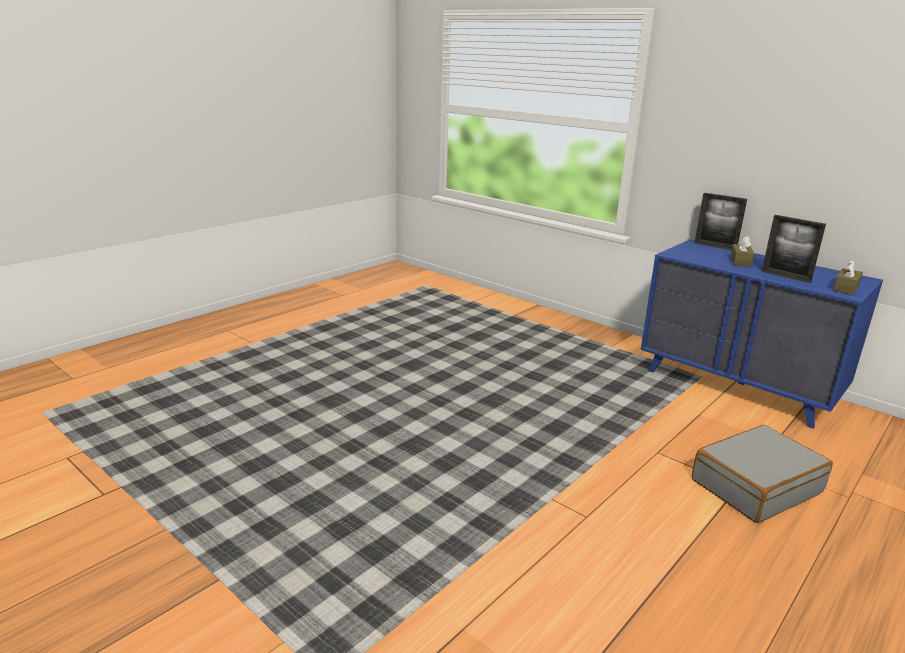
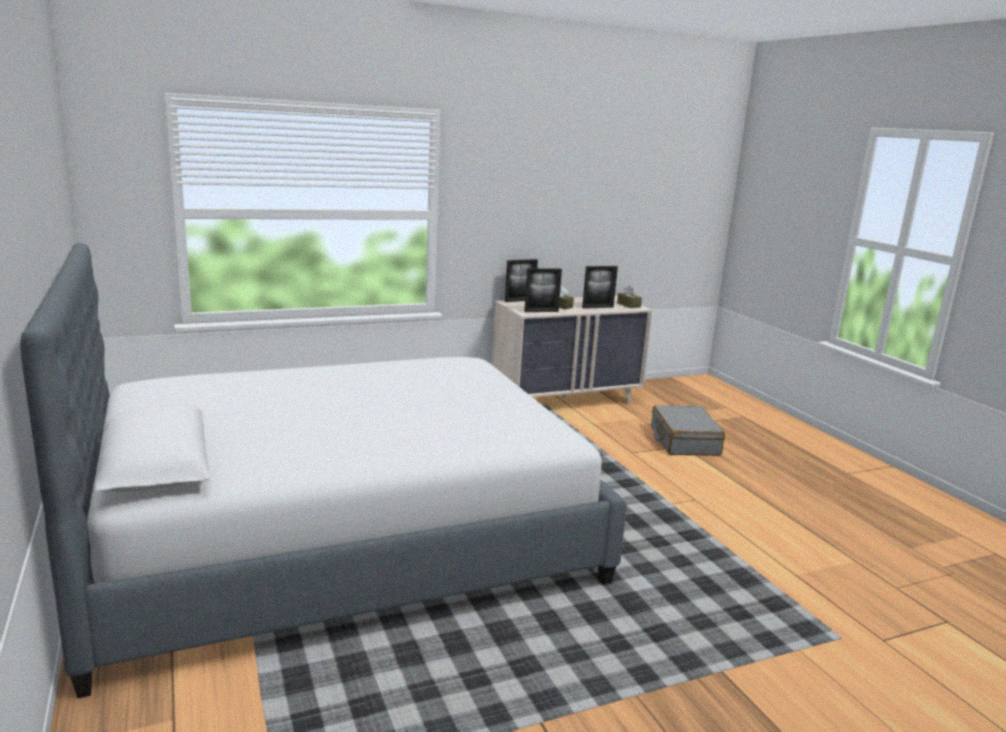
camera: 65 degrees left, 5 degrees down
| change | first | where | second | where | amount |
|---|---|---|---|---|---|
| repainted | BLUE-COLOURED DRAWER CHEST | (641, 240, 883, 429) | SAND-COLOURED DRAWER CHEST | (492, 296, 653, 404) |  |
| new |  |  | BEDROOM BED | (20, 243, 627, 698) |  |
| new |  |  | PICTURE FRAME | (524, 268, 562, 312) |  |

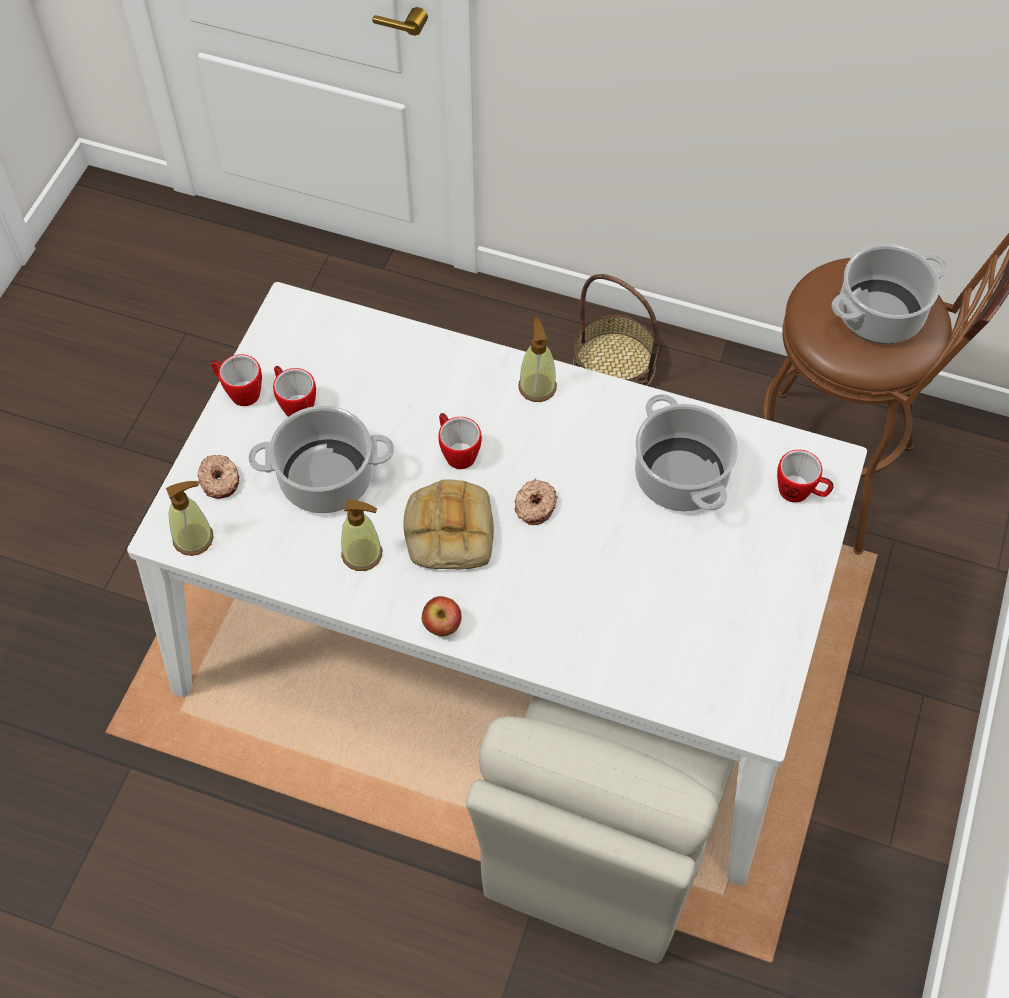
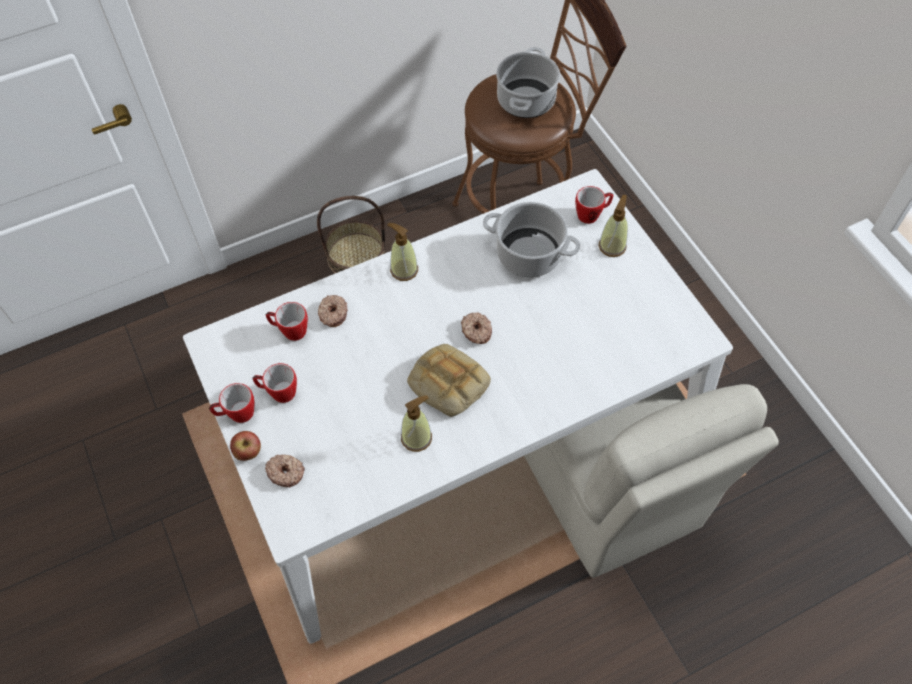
camera: 45 degrees left, 0 degrees up
| change | first | where | second | where | amount |
|---|---|---|---|---|---|
| shifted | SOAP DISPENSER | (166, 481, 214, 556) |  | (599, 195, 628, 257) |  |
| gone | COOKING POT | (248, 406, 394, 513) |  |  |  |
| shifted | APPLE | (422, 596, 462, 637) |  | (230, 431, 261, 461) |  |
| shifted | TEA MUG | (438, 413, 482, 469) |  | (266, 302, 308, 341) |  |
| new |  |  | RING DOUGHNUT | (318, 295, 348, 327) |  |

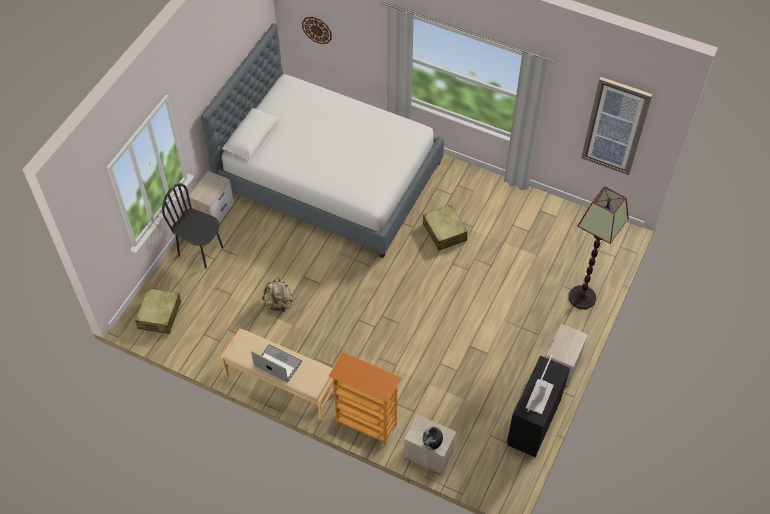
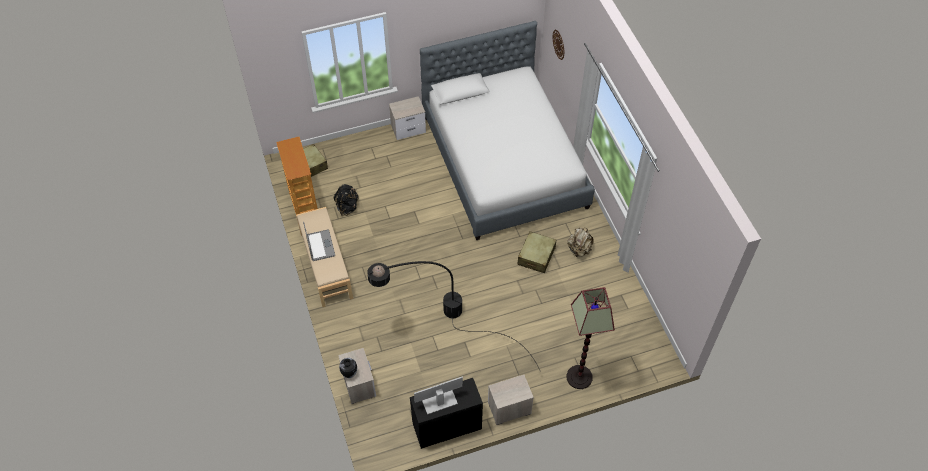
camera: 45 degrees right, 0 degrees up
| change | first | where | second | where | amount |
|---|---|---|---|---|---|
| gone | BLACKISH CHAIR | (162, 183, 223, 269) |  |  |  |
| shifted | SAND-COLOURED BACKPACK | (262, 278, 293, 312) |  | (567, 228, 594, 257) |  |
| shifted | BOOKSHELF | (329, 352, 402, 446) |  | (276, 137, 318, 215) |  |
| gone | WALL ART | (581, 77, 653, 175) |  |  |  |
| new |  |  | BLACKISH BACKPACK | (334, 184, 359, 216) |  |
| new |  |  | BLACKISH STANDING LAMP | (367, 261, 541, 372) |  |

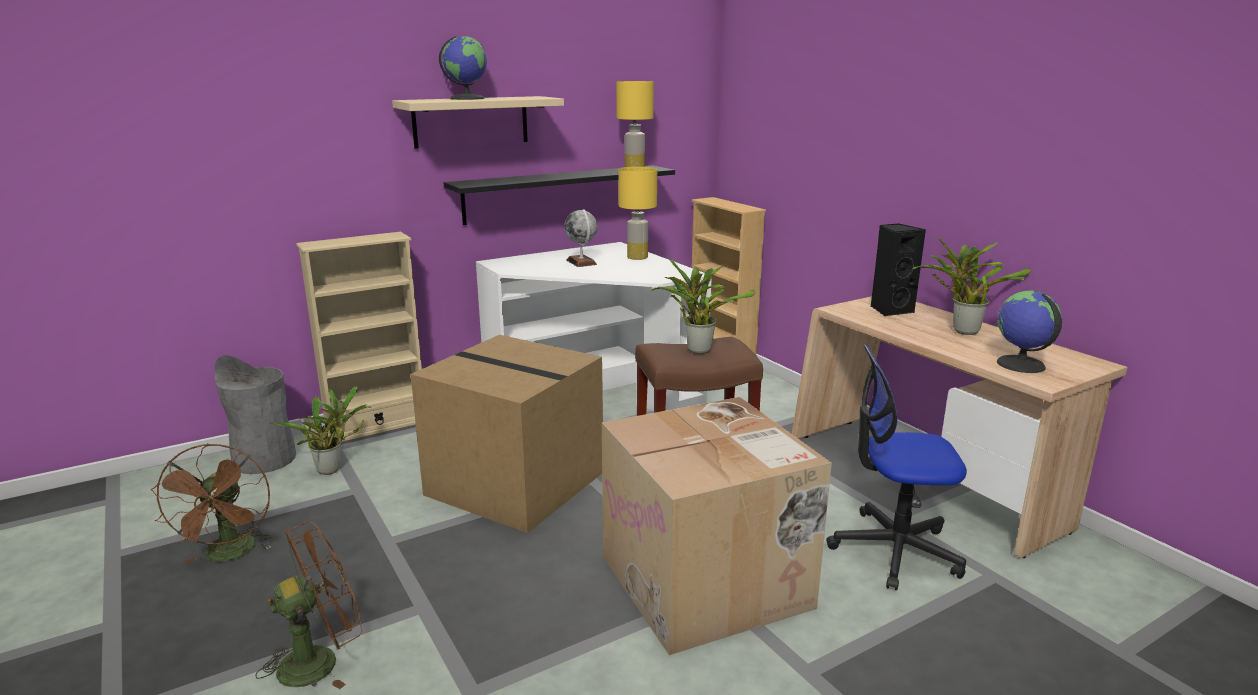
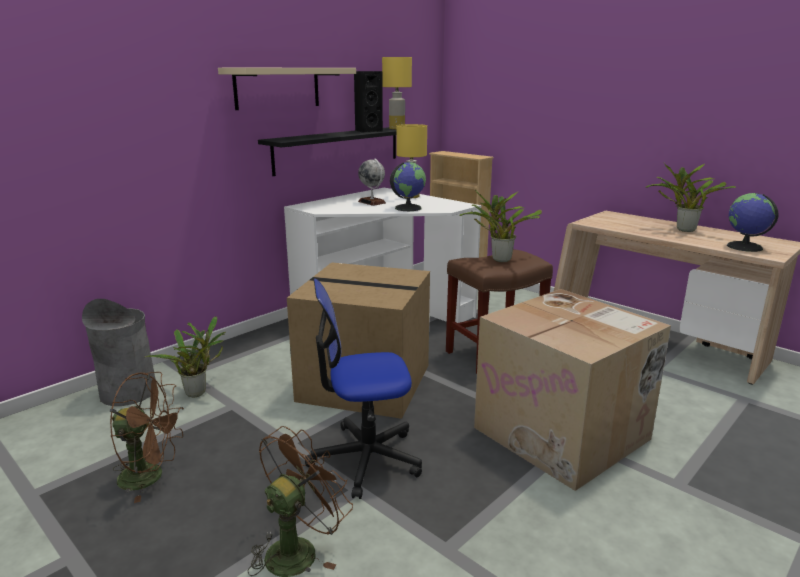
camera: 15 degrees left, 0 degrees up
| change | first | where | second | where | amount |
|---|---|---|---|---|---|
| rotated | BROWNISH COOLING FAN | (151, 443, 272, 564) |  | (110, 372, 184, 503) | 60 degrees counterclockwise |
| gone | SAND-COLOURED BOOKSHELF | (296, 232, 422, 441) |  |  |  |
| shifted | DESK GLOBE | (439, 36, 487, 100) |  | (390, 162, 426, 211) |  |
| shifted | DESK CHAIR | (826, 344, 967, 590) |  | (305, 279, 422, 499) |  |
| shifted | BLACKISH LOUDSPEAKER | (871, 223, 926, 317) |  | (354, 71, 383, 133) |  |

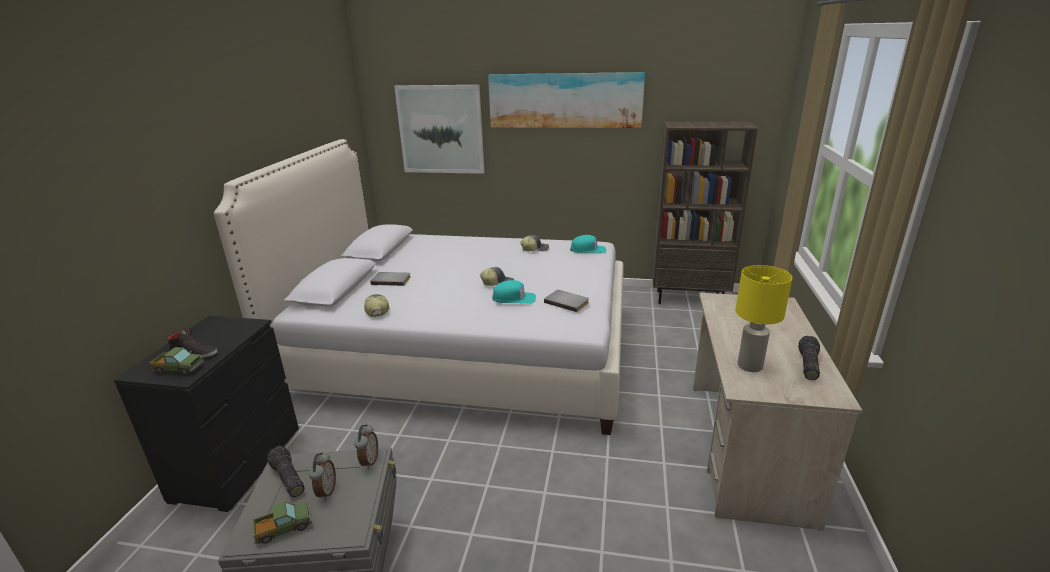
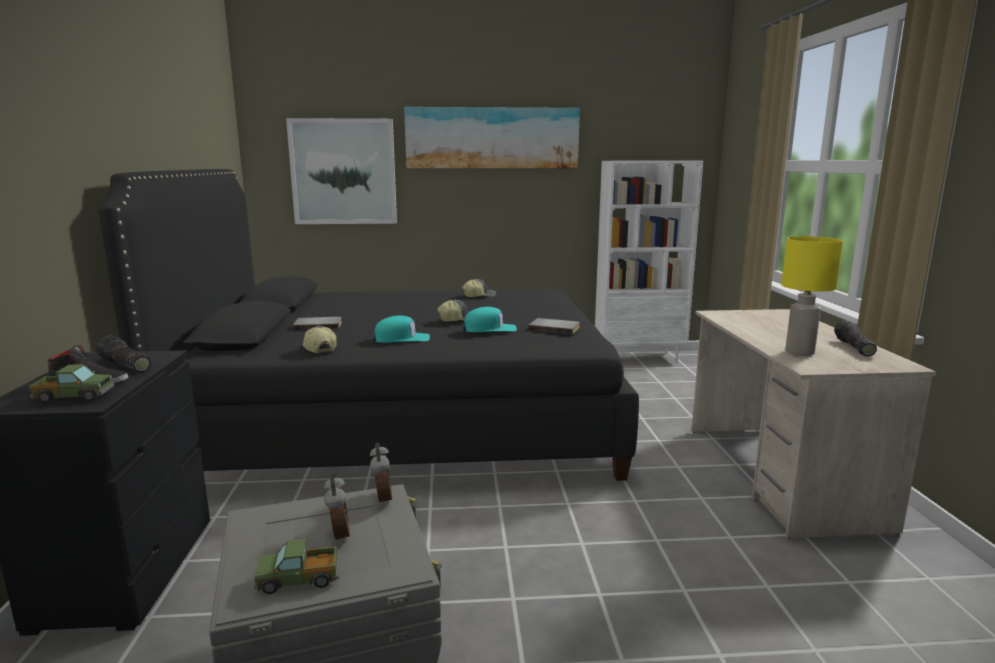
camera: 15 degrees left, 10 degrees down
| change | first | where | second | where | amount |
|---|---|---|---|---|---|
| repainted | WHITISH BEDROOM BED | (214, 139, 624, 435) | BLACKISH BEDROOM BED | (99, 169, 639, 481) |  |
| rotated | TOY TRUCK | (253, 501, 312, 544) |  | (254, 539, 340, 594) | 150 degrees counterclockwise |
| shifted | HAND TORCH | (267, 446, 305, 497) |  | (95, 336, 151, 372) |  |
| shifted | BLUE-GREEN PEAKED CAP | (570, 235, 606, 253) |  | (374, 315, 430, 343) |  |
| repainted | BROWNISH BOOKSHELF | (652, 121, 758, 304) | WHITISH BOOKSHELF | (595, 161, 703, 364) |  |

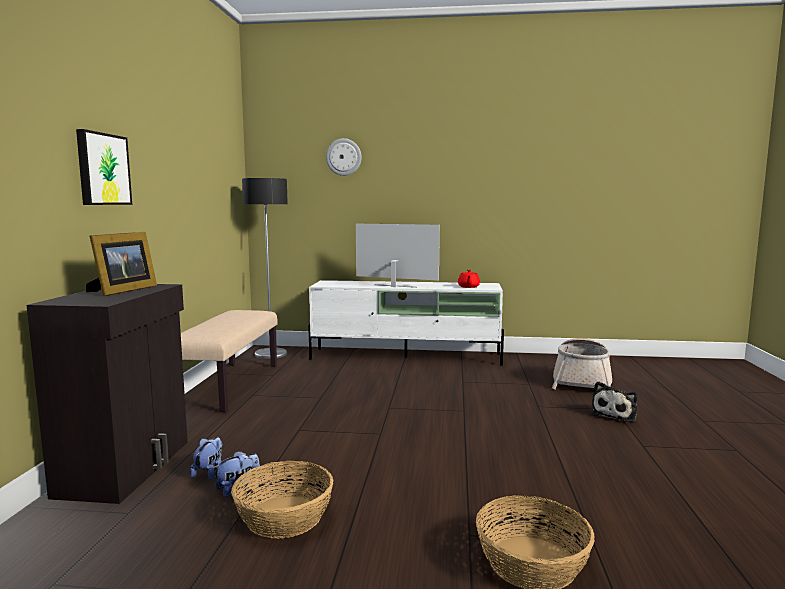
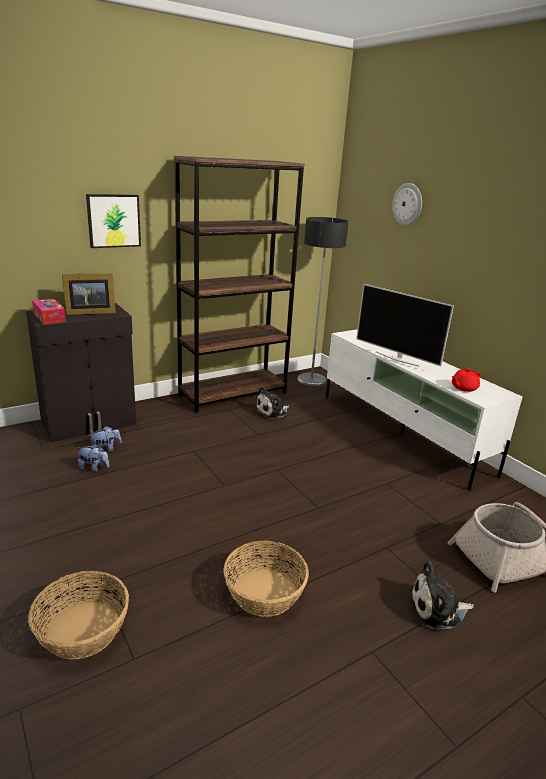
camera: 50 degrees right, 15 degrees up
| change | first | where | second | where | amount |
|---|---|---|---|---|---|
| swapped | SAND-COLOURED BENCH | (181, 310, 278, 413) | BROWNISH BOOKSHELF | (174, 156, 305, 413) |  |
| shifted | STORAGE BASKET | (231, 461, 334, 539) |  | (224, 541, 309, 617) |  |
| rotated | TELEVISION | (356, 223, 440, 288) |  | (356, 284, 454, 367) | 150 degrees clockwise |
| new |  |  | TISSUE HOLDER | (32, 298, 66, 324) |  |
| new |  |  | SOFT TOY | (254, 386, 289, 419) |  |

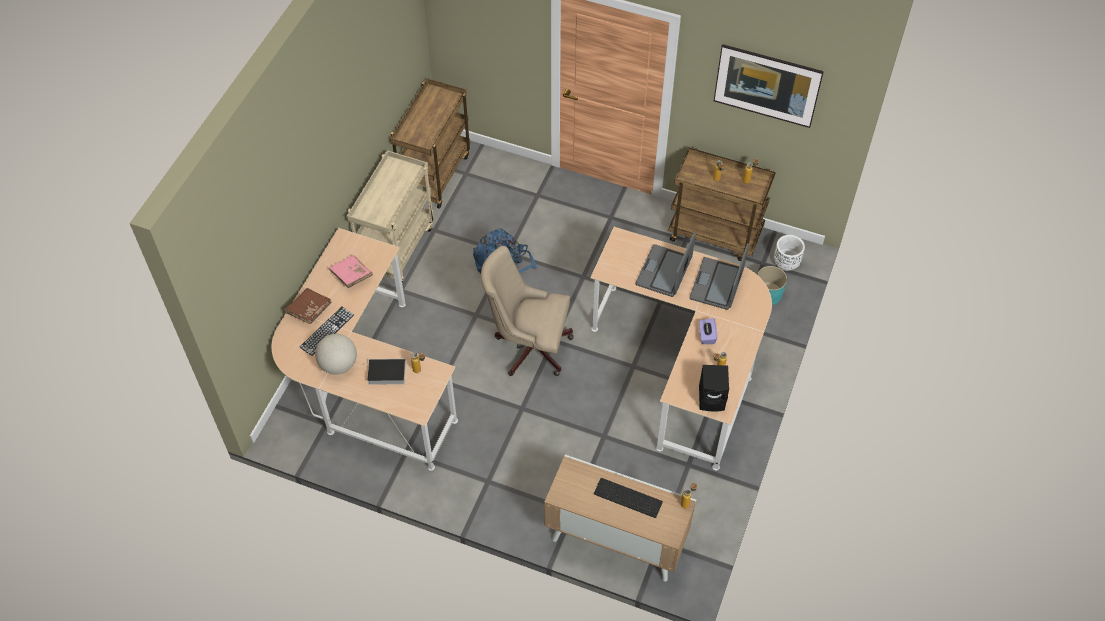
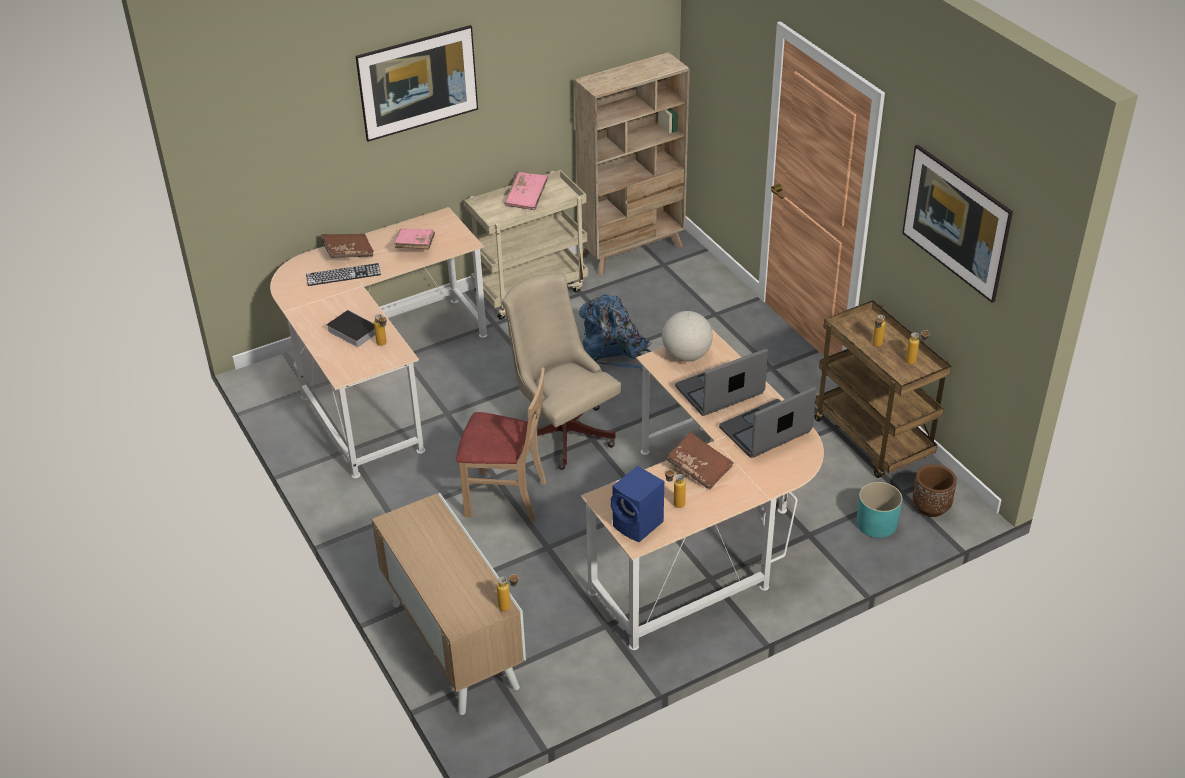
camera: 40 degrees right, 15 degrees down
| change | first | where | second | where | amount |
|---|---|---|---|---|---|
| shifted | DESK GLOBE | (315, 334, 357, 375) |  | (662, 311, 713, 362) |  |
| swapped | BROWNISH TROLLEY | (390, 78, 470, 209) | SAND-COLOURED BOOKSHELF | (574, 52, 690, 276) |  |
| gone | PC KEYBOARD | (594, 478, 663, 518) |  |  |  |
| swapped | PURPLE TISSUE HOLDER | (699, 318, 717, 344) | BROWNISH VOLUME | (667, 432, 733, 489) |  |
| repainted | BLACKISH LOUDSPEAKER | (699, 365, 729, 411) | BLUE-COLOURED LOUDSPEAKER | (611, 466, 664, 542) |  |
| repainted | WHITISH PLANTER | (774, 235, 805, 271) | BROWNISH PLANTER | (913, 464, 957, 517) |  |
| new |  |  | WALL ART | (356, 25, 478, 142) |  |
| new |  |  | SAND-COLOURED CHAIR | (456, 367, 546, 522) |  |
| new |  |  | PINKISH VOLUME | (504, 172, 548, 210) |  |

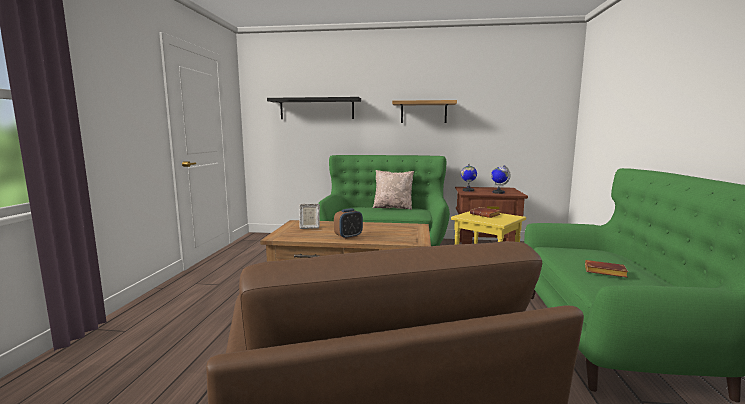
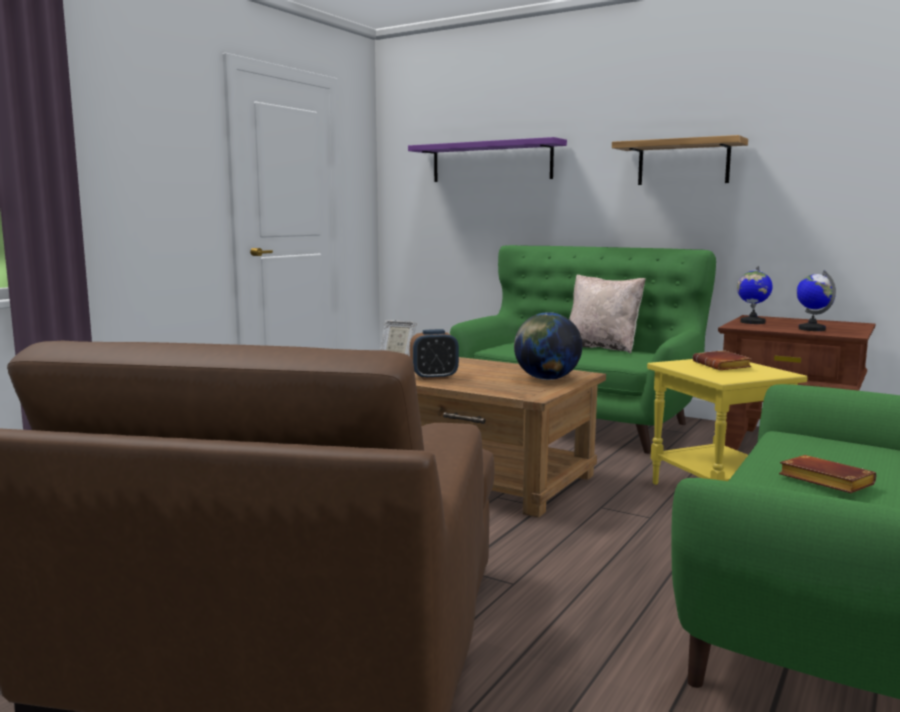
camera: 25 degrees right, 0 degrees up
| change | first | where | second | where | amount |
|---|---|---|---|---|---|
| repainted | BLACKISH BRACKET SHELF | (267, 97, 361, 119) | PURPLE BRACKET SHELF | (408, 137, 567, 182) |  |
| new |  |  | DESK GLOBE | (514, 312, 582, 380) |  |

